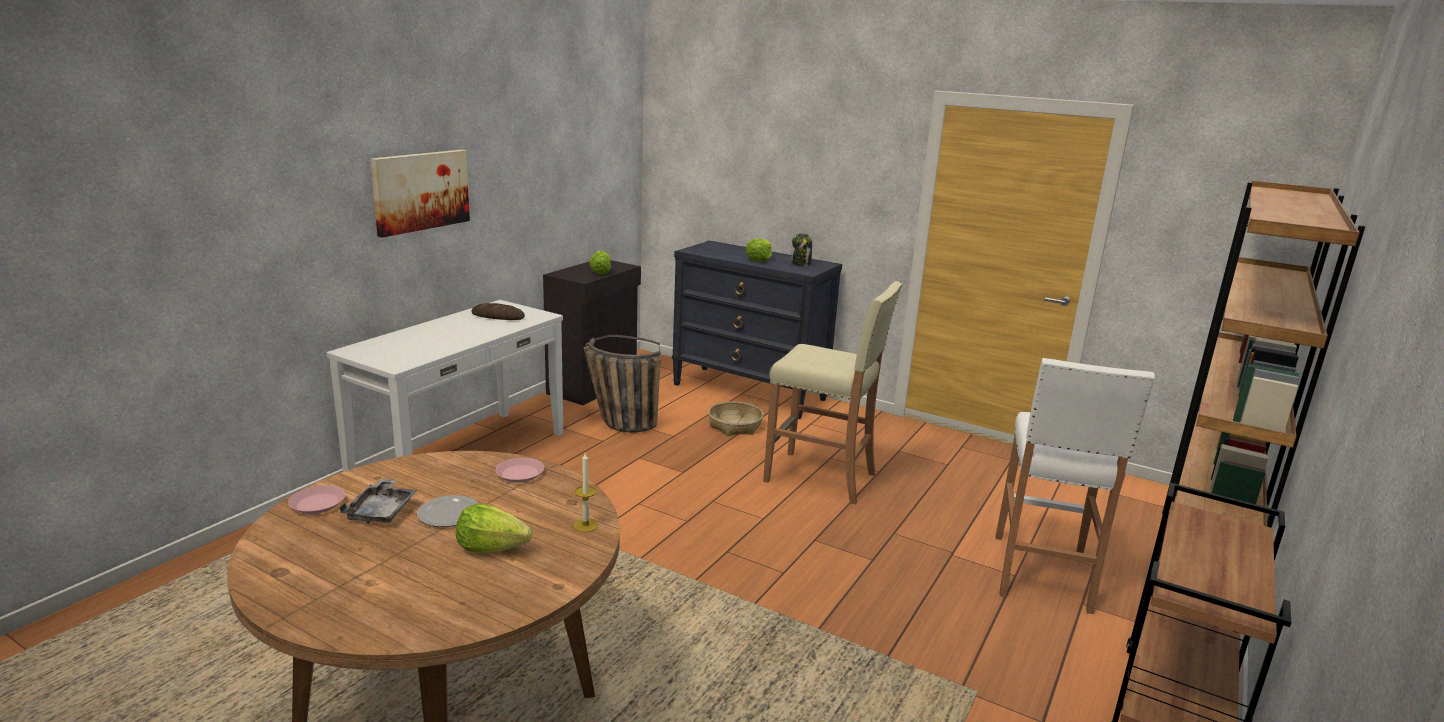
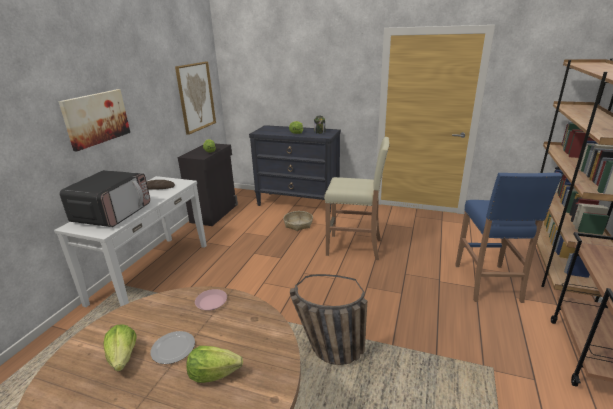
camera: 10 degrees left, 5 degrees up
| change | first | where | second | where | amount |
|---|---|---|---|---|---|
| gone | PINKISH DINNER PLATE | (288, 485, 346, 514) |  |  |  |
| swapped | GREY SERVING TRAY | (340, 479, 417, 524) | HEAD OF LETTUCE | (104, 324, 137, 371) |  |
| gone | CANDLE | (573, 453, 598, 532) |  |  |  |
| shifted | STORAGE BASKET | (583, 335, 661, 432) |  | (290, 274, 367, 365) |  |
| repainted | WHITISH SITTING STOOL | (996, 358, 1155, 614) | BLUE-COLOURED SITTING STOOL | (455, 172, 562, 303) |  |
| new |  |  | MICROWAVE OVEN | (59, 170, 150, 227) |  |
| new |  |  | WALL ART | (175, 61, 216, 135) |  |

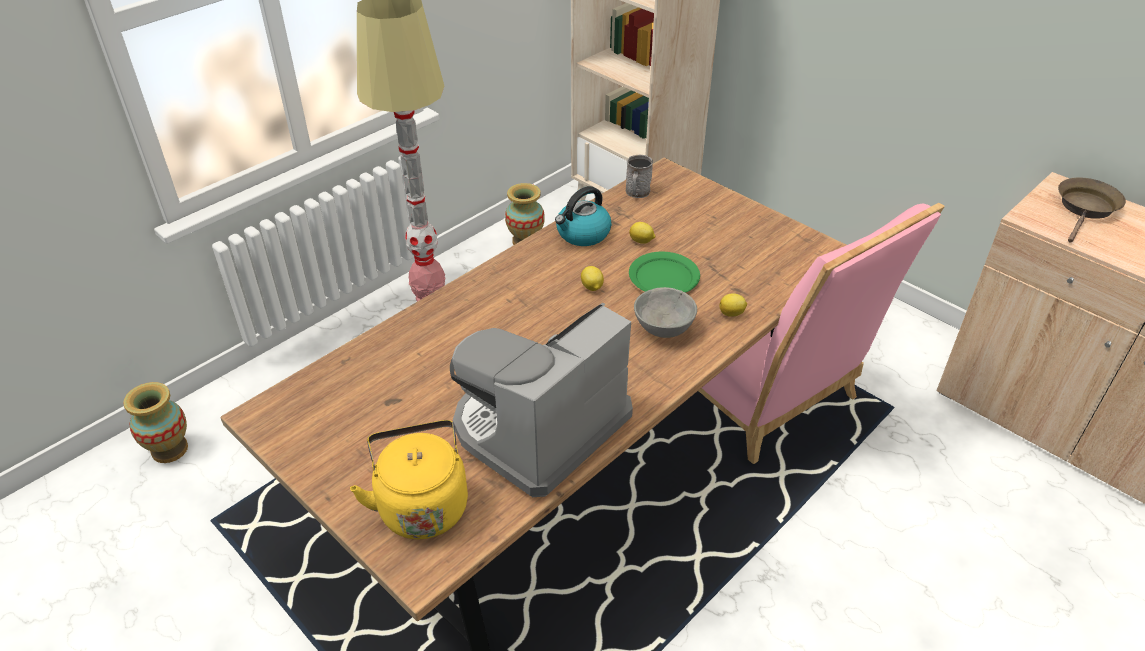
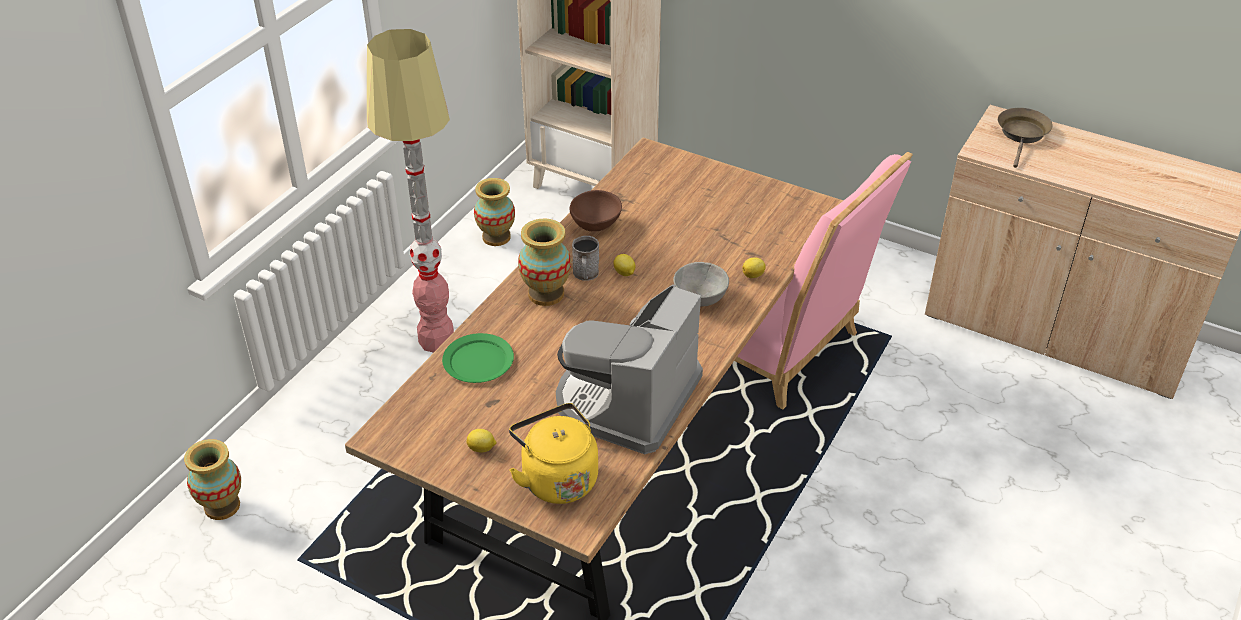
camera: 15 degrees left, 0 degrees up
| change | first | where | second | where | amount |
|---|---|---|---|---|---|
| swapped | KETTLE | (555, 186, 612, 246) | BROWNISH SERVING BOWL | (569, 190, 622, 231) |  |
| shifted | GREY TEA MUG | (625, 155, 653, 198) |  | (572, 236, 599, 281) |  |
| shifted | WHOLE LEMON | (629, 222, 655, 244) |  | (466, 429, 497, 453) |  |
| shifted | GREENISH DINNER PLATE | (629, 252, 700, 293) |  | (442, 333, 514, 383) |  |
| new |  |  | VASE | (518, 218, 571, 306) |  |

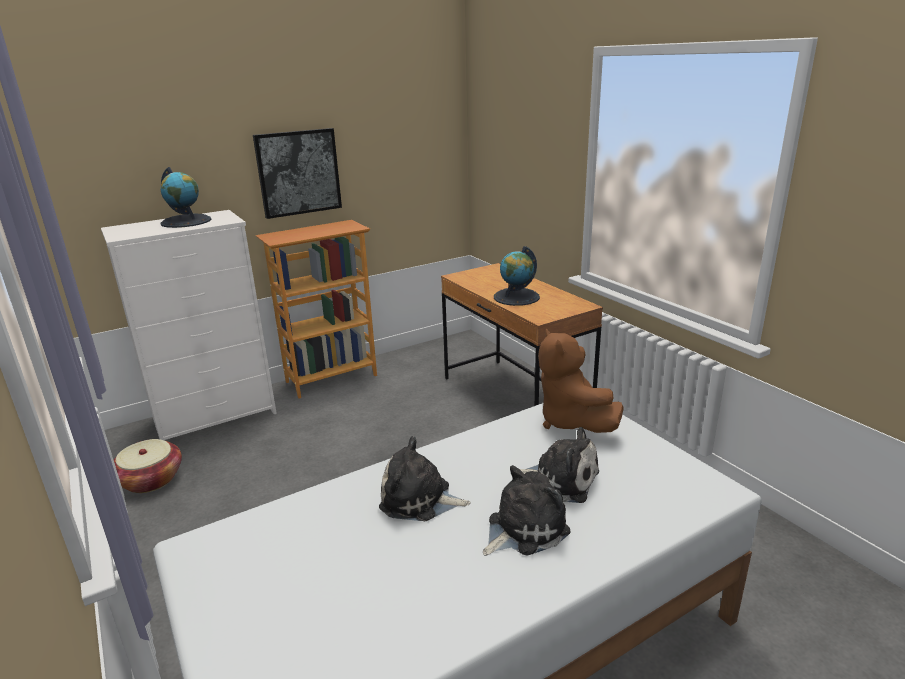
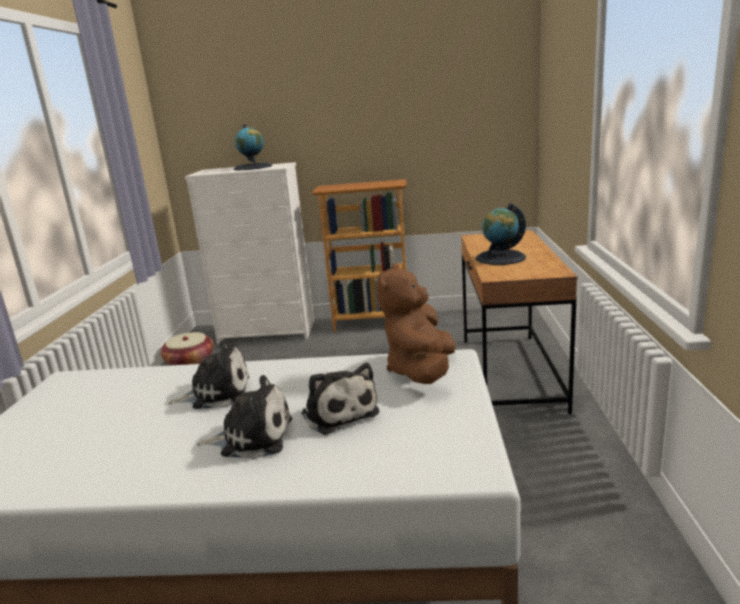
camera: 35 degrees right, 5 degrees down
| change | first | where | second | where | amount |
|---|---|---|---|---|---|
| gone | WALL ART | (253, 128, 342, 219) |  |  |  |
| rotated | SOFT TOY | (379, 436, 471, 521) |  | (168, 341, 249, 409) | 120 degrees clockwise |

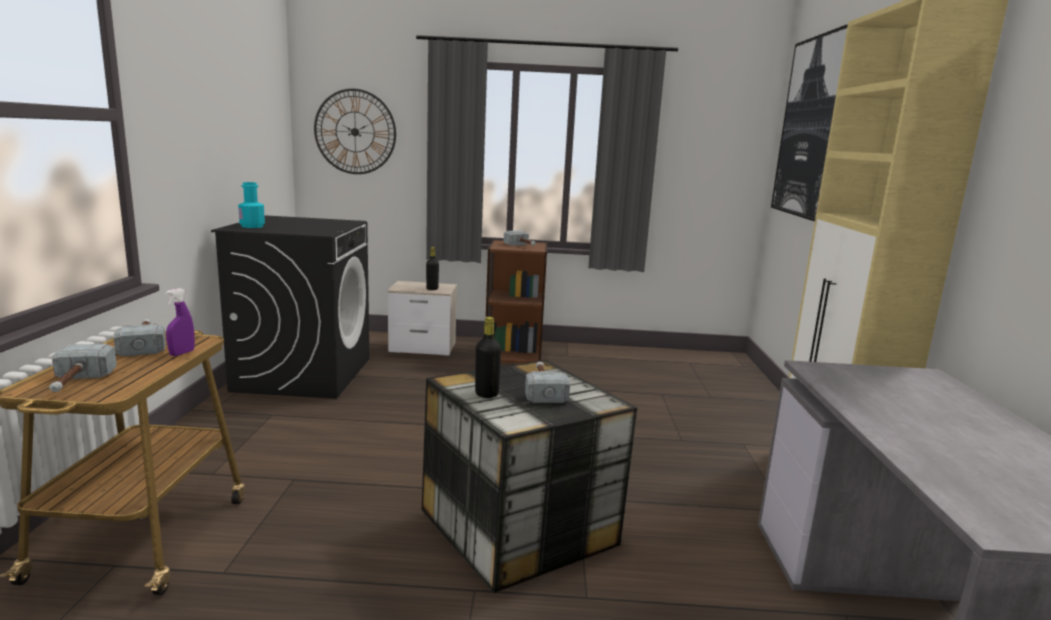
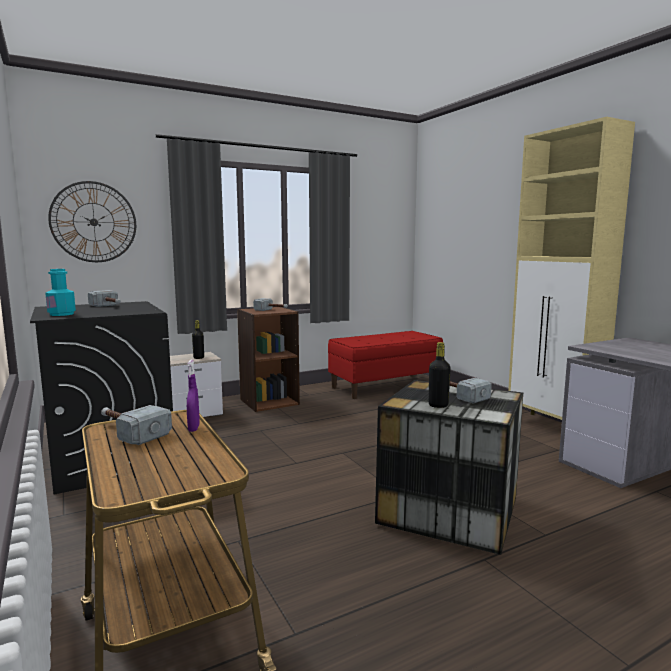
camera: 30 degrees left, 5 degrees down
| change | first | where | second | where | amount |
|---|---|---|---|---|---|
| shifted | HAMMER | (49, 344, 117, 392) |  | (88, 290, 121, 307) |  |
| gone | WALL ART | (771, 24, 848, 221) |  |  |  |
| new |  |  | RED BENCH | (328, 331, 443, 399) |  |

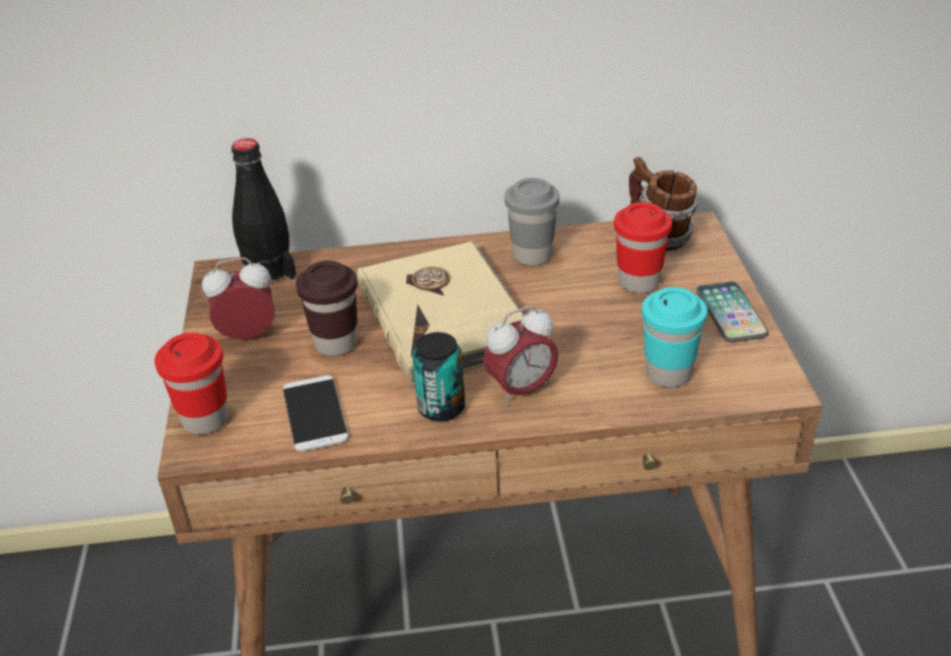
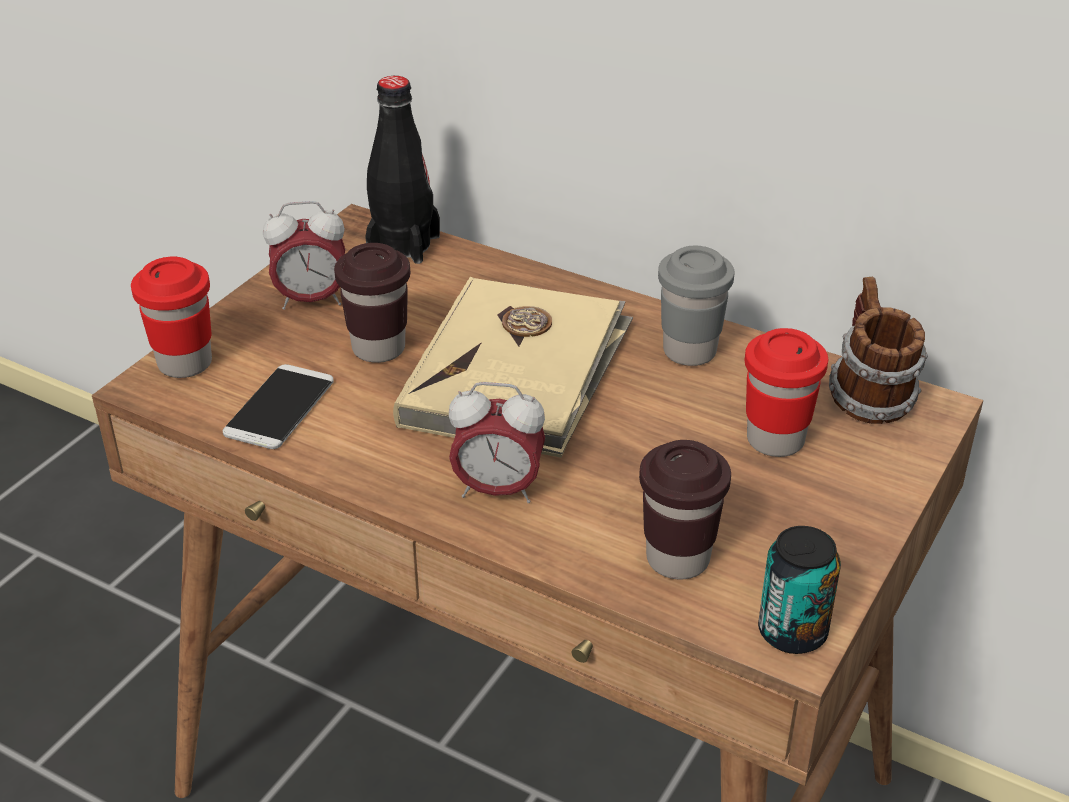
camera: 35 degrees right, 0 degrees up
| change | first | where | second | where | amount |
|---|---|---|---|---|---|
| rotated | ALARM CLOCK | (202, 257, 275, 339) |  | (263, 201, 345, 310) | 150 degrees clockwise |
| shifted | CAN | (412, 332, 465, 422) |  | (758, 526, 841, 654) |  |
| repainted | BLUE-GREEN CUP | (642, 287, 708, 387) | BROWNISH CUP | (639, 440, 731, 580) |  |
| gone | PHONE | (696, 282, 769, 342) |  |  |  |

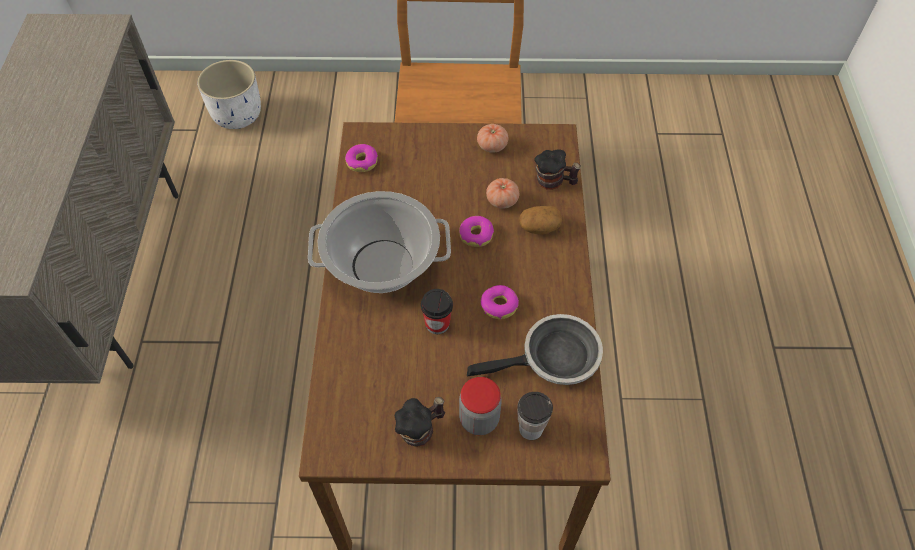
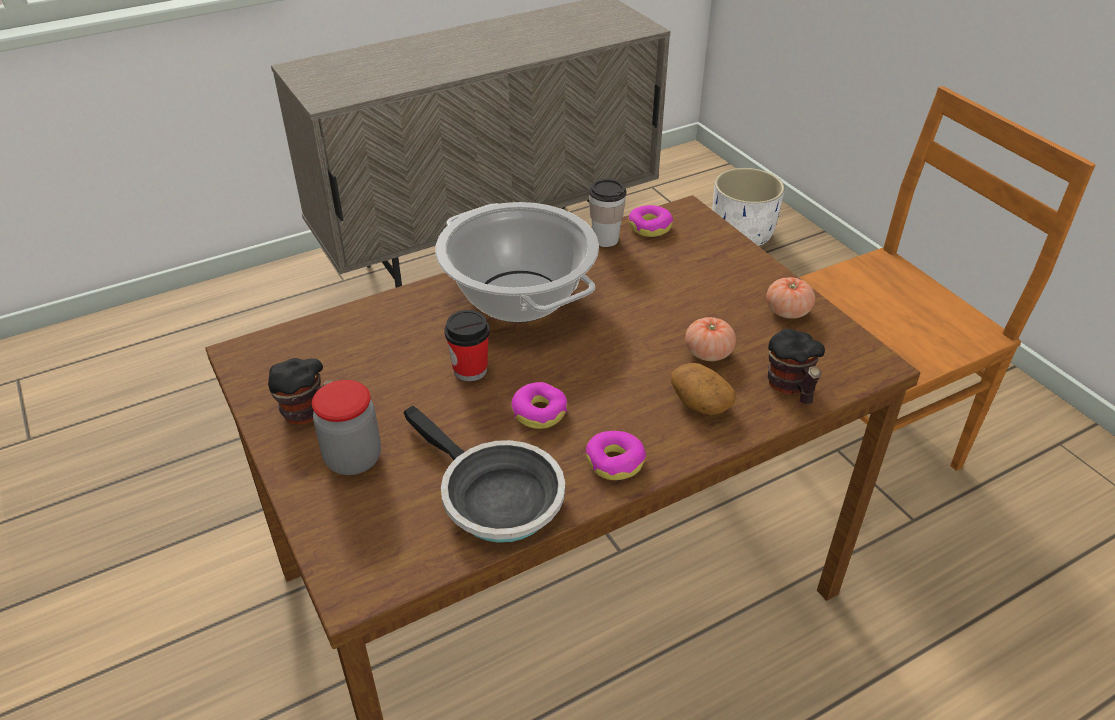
camera: 60 degrees right, 15 degrees down
| change | first | where | second | where | amount |
|---|---|---|---|---|---|
| shifted | RING DOUGHNUT | (459, 216, 494, 247) |  | (586, 431, 646, 480) |  |
| shifted | CUP | (517, 392, 553, 440) |  | (589, 179, 626, 247) |  |

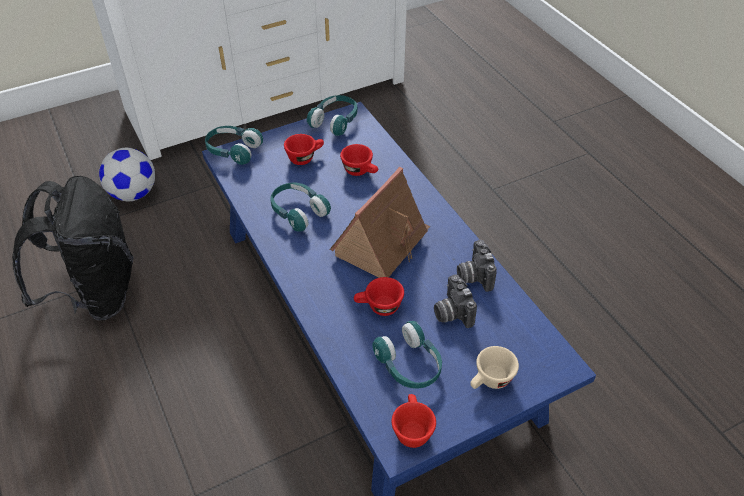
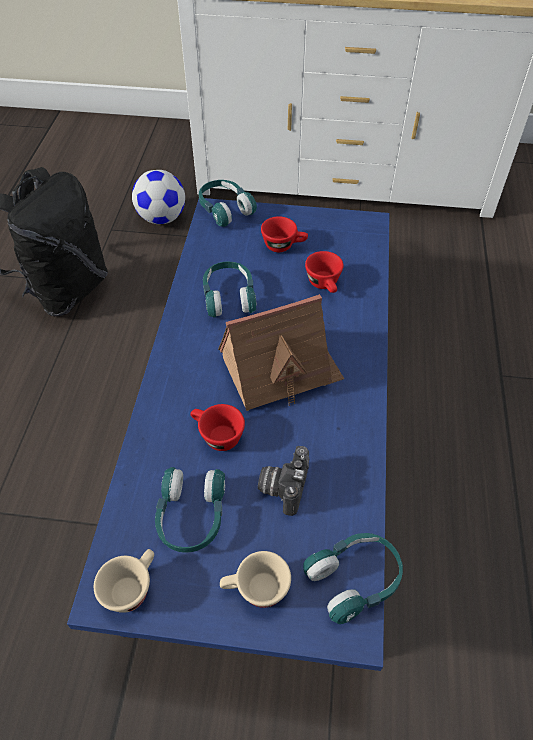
camera: 35 degrees right, 5 degrees up
| change | first | where | second | where | amount |
|---|---|---|---|---|---|
| shifted | BLUE-GREEN HEADSET | (307, 95, 358, 136) |  | (303, 533, 403, 624) |  |
| repainted | RED CUP | (392, 394, 436, 448) | SAND-COLOURED CUP | (94, 549, 154, 613) |  |
| gone | STILL CAMERA | (457, 240, 497, 292) |  |  |  |

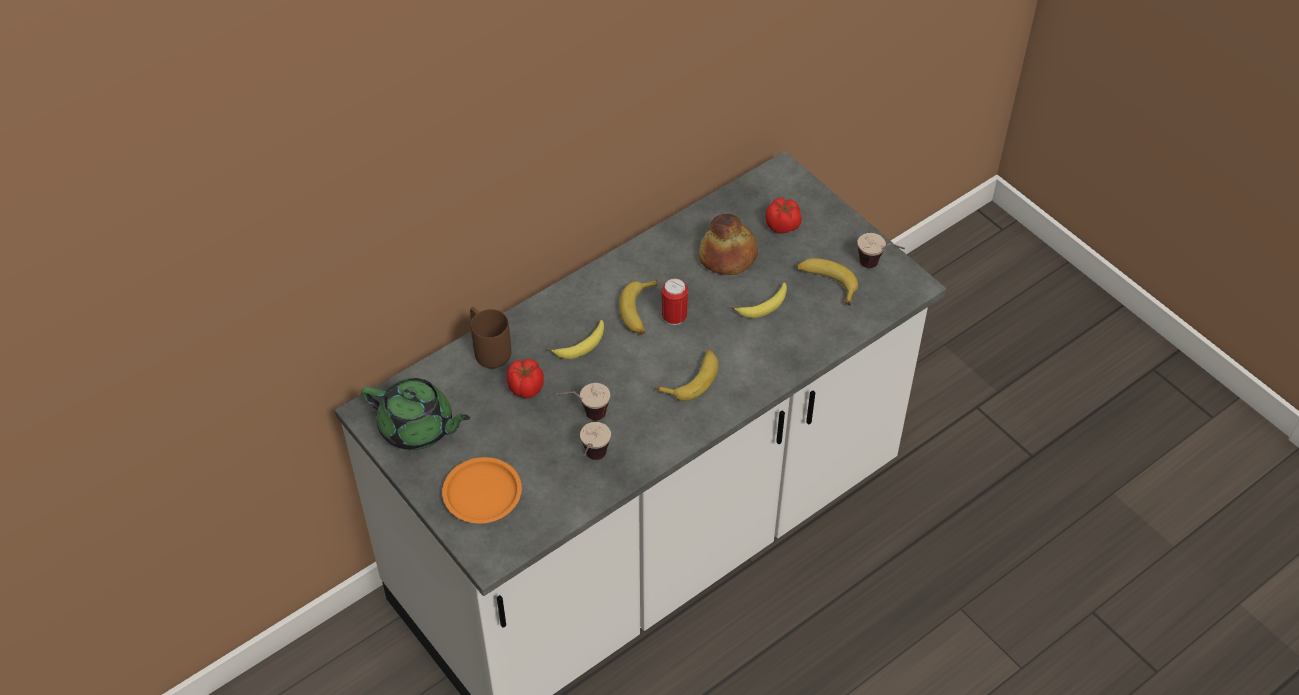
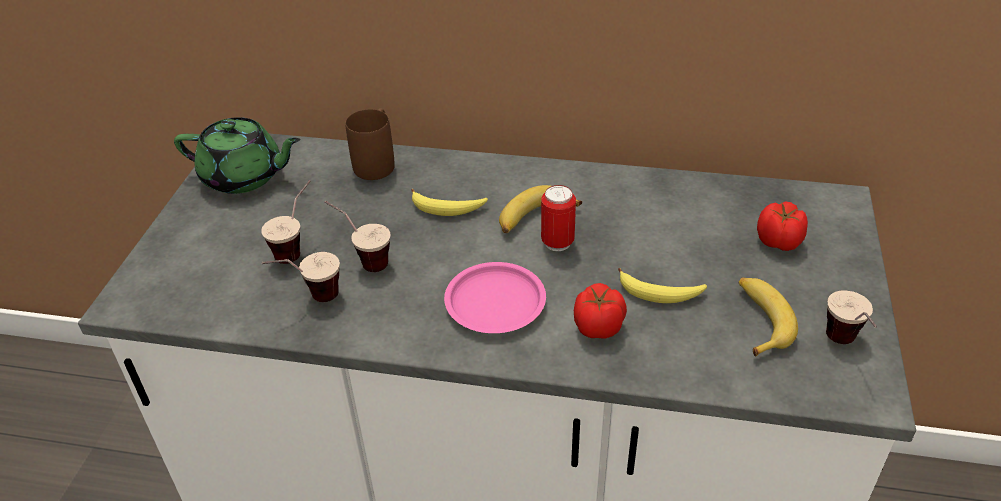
camera: 50 degrees right, 10 degrees down
| change | first | where | second | where | amount |
|---|---|---|---|---|---|
| rotated | GREENISH TEA POT | (361, 378, 470, 450) |  | (174, 117, 301, 194) | 60 degrees counterclockwise |
| gone | ORANGE DINNER PLATE | (442, 457, 522, 523) |  |  |  |
| shifted | FRESH TOMATO | (507, 359, 544, 398) |  | (574, 283, 627, 339) |  |
| swapped | BANANA FRUIT | (656, 350, 719, 401) | PINKISH DINNER PLATE | (444, 262, 546, 333) |  |
| gone | BREAD | (698, 214, 758, 275) |  |  |  |
| new |  |  | CUP | (262, 180, 311, 264) |  |

